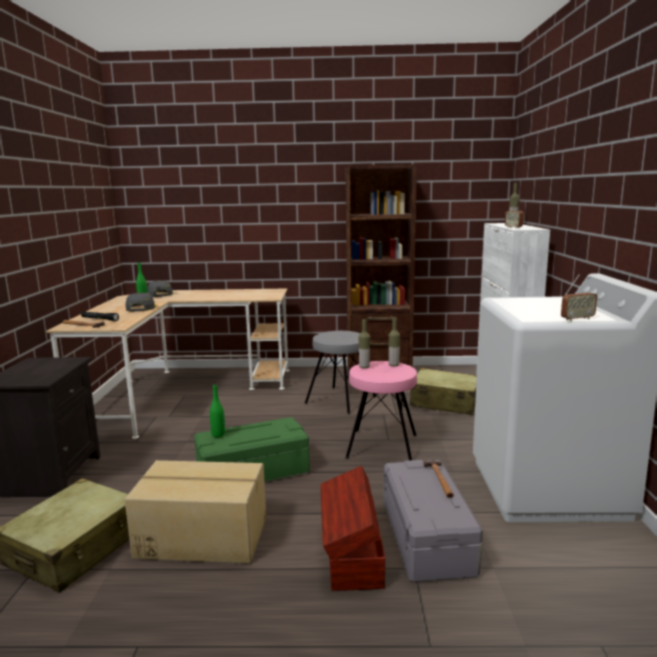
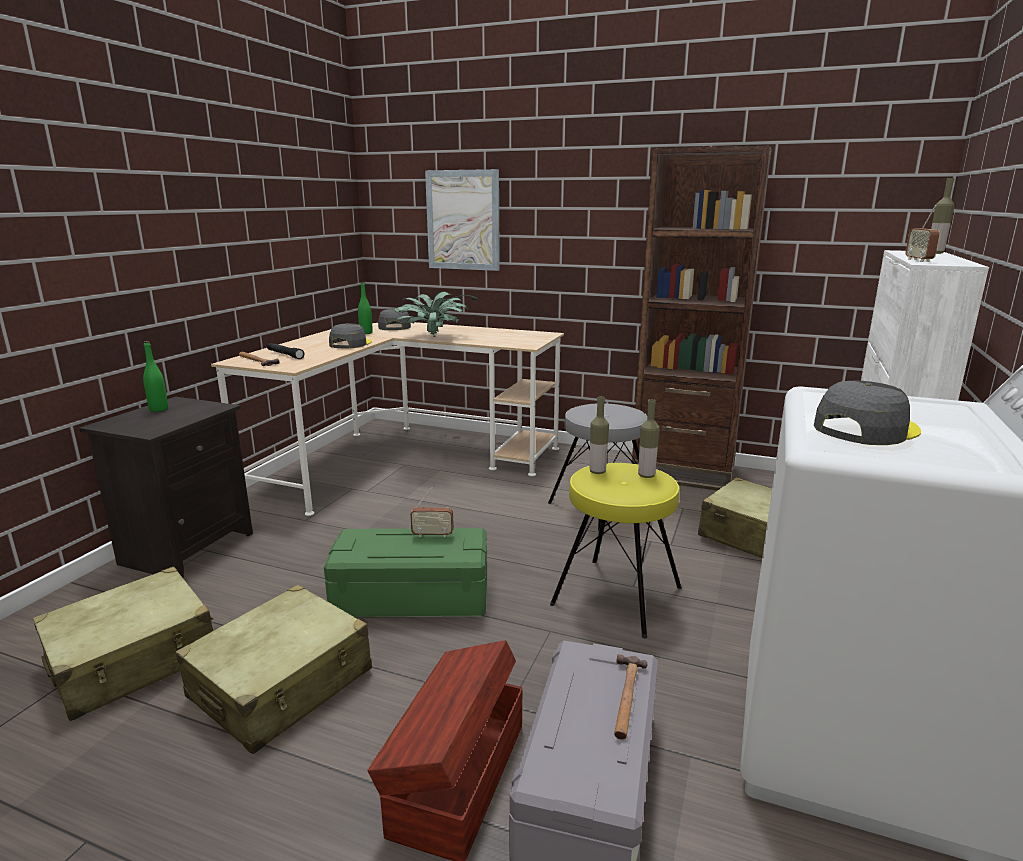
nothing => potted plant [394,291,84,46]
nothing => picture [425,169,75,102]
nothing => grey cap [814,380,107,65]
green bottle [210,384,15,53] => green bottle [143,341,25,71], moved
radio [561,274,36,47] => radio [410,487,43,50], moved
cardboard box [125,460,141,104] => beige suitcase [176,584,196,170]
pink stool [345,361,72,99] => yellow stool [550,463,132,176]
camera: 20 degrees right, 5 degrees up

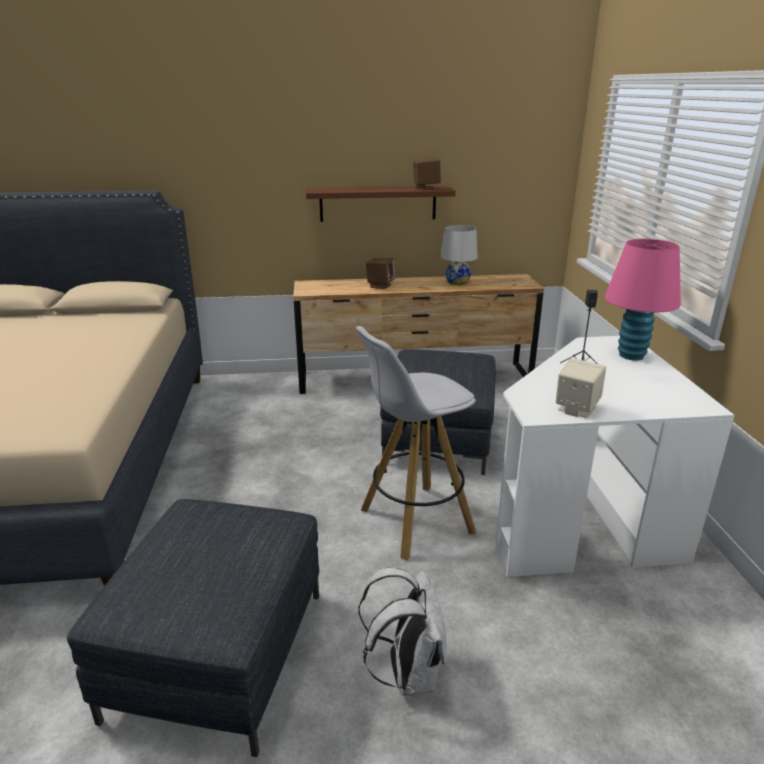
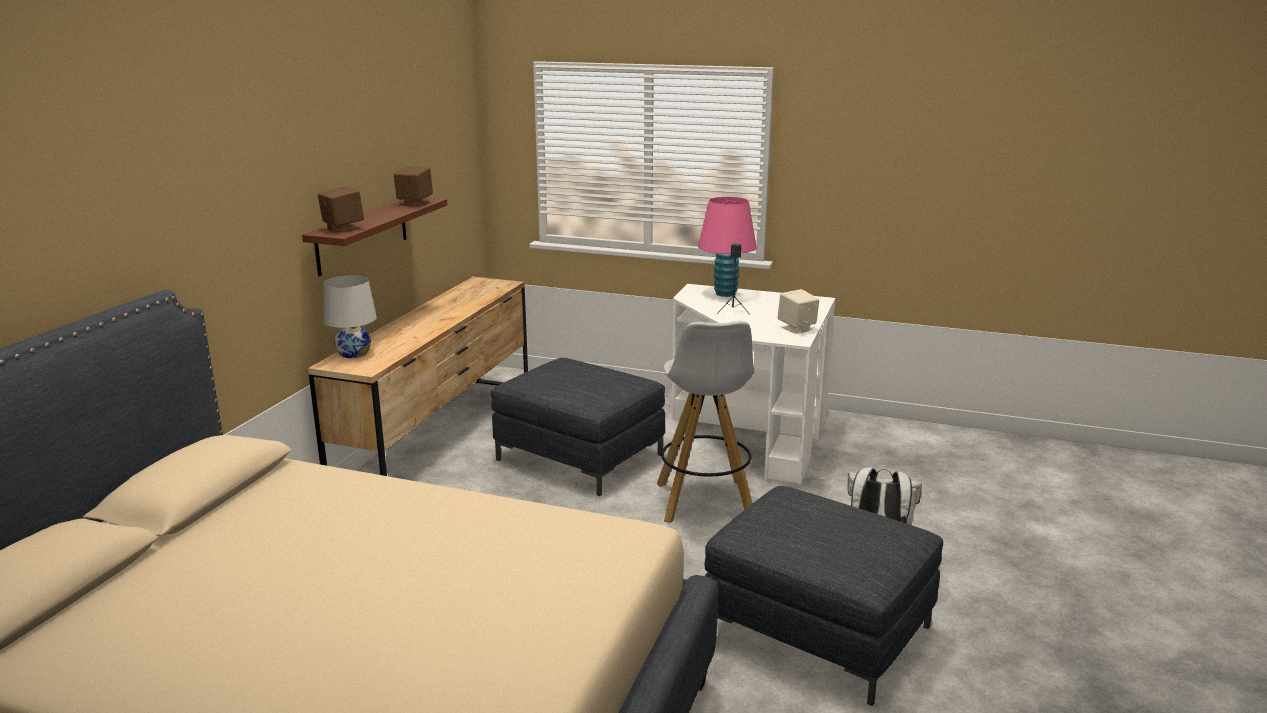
brown speaker [366,258,29,31] => brown speaker [318,186,46,46], moved
white table lamp [440,225,38,60] => white table lamp [323,275,54,83], moved
camera: 65 degrees left, 5 degrees down

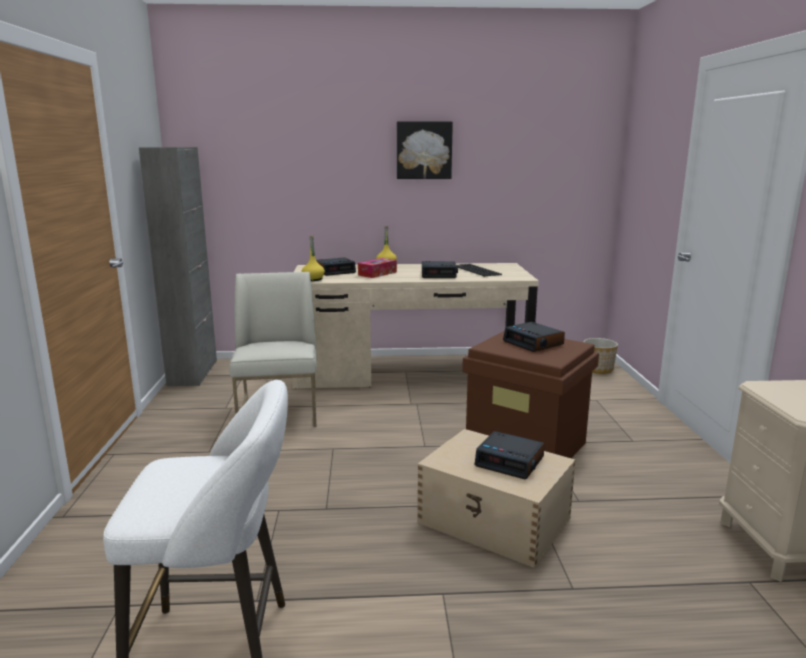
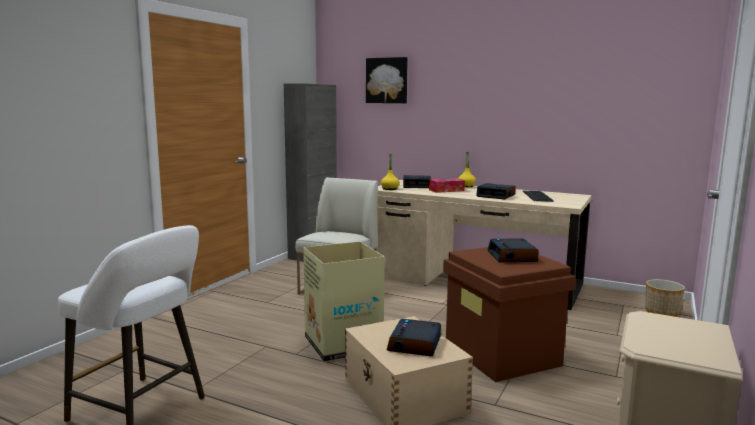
nothing => cardboard box [303,241,82,121]
picture [397,121,56,58] => picture [366,57,42,46], moved
alarm clock [475,431,70,48] => alarm clock [387,318,54,38], 45 degrees clockwise
camera: 30 degrees right, 5 degrees down

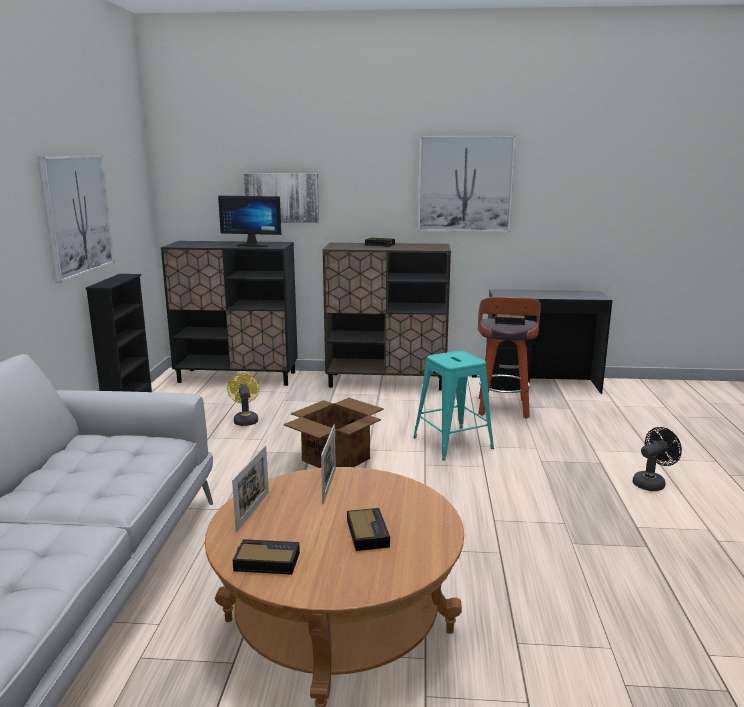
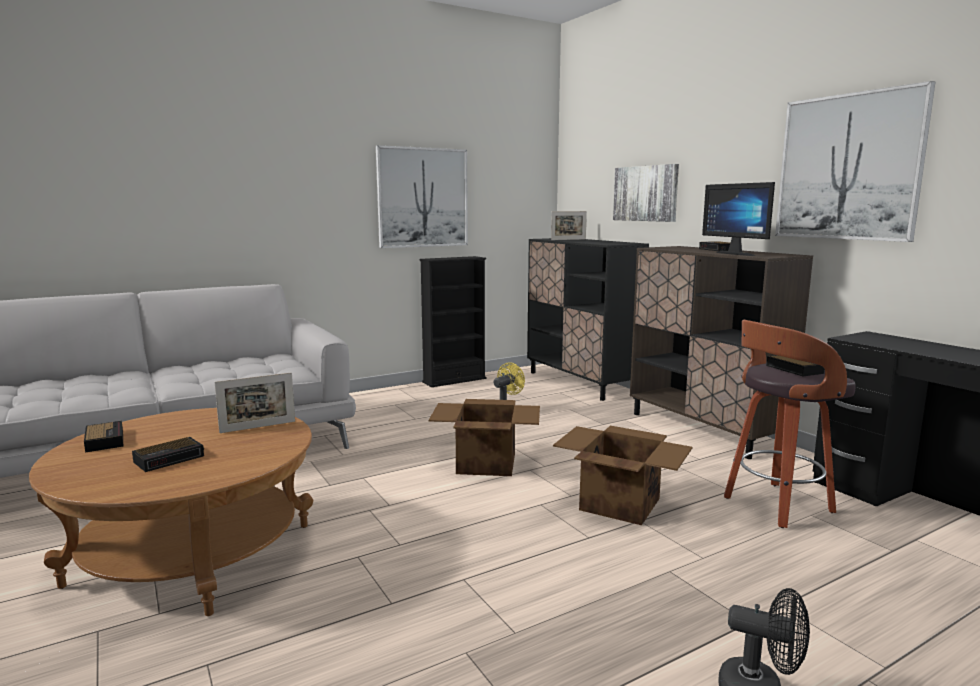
monitor [218,196,63,51] => monitor [702,182,73,74], moved
picture frame [232,445,37,87] => picture frame [551,211,36,29], moved
turquoise stool [413,351,81,109] => cardboard box [553,426,139,99]
camera: 55 degrees right, 5 degrees down

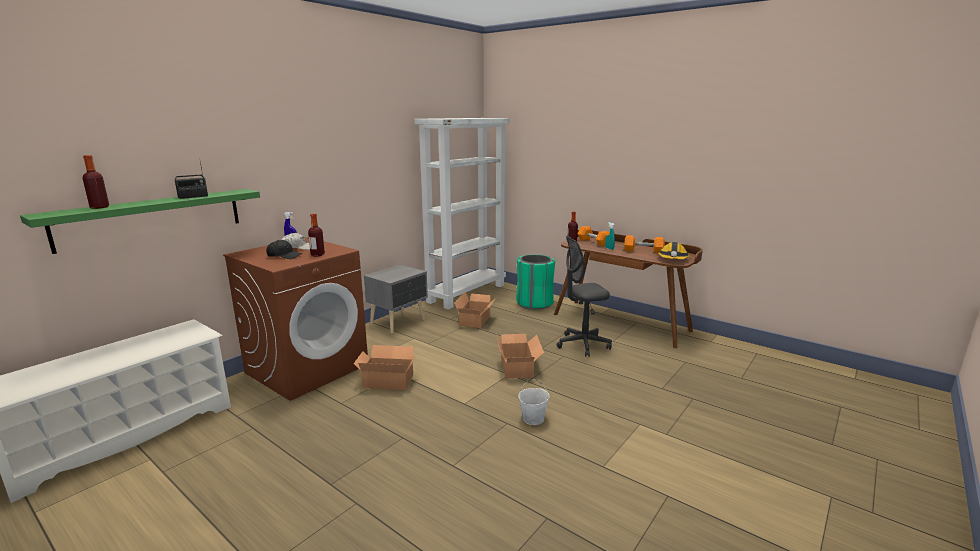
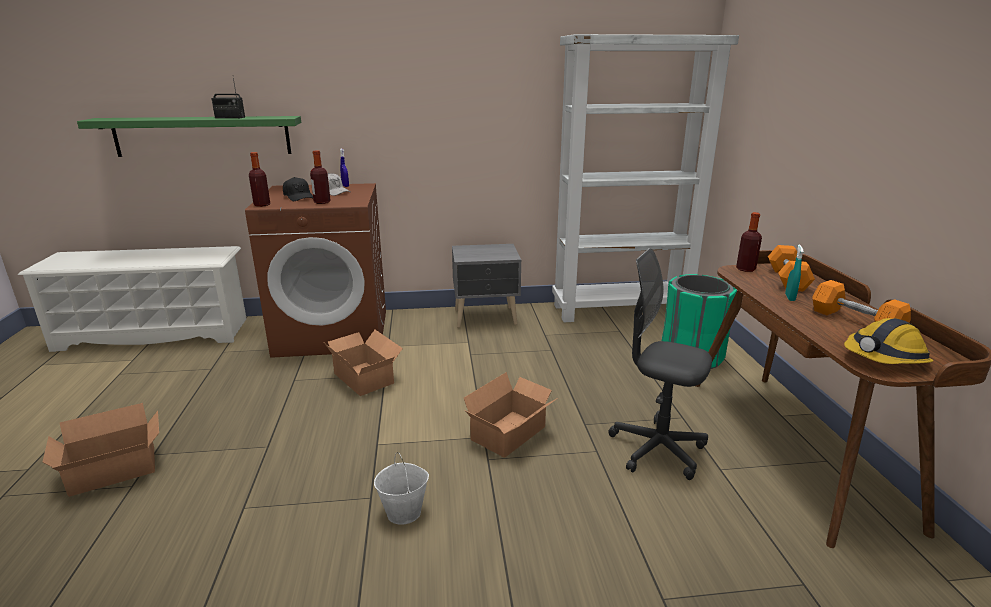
bottle [82,155,27,54] => bottle [249,152,21,55], moved
cardboard box [454,292,43,36] => cardboard box [42,403,117,94], moved
camera: 45 degrees right, 5 degrees up

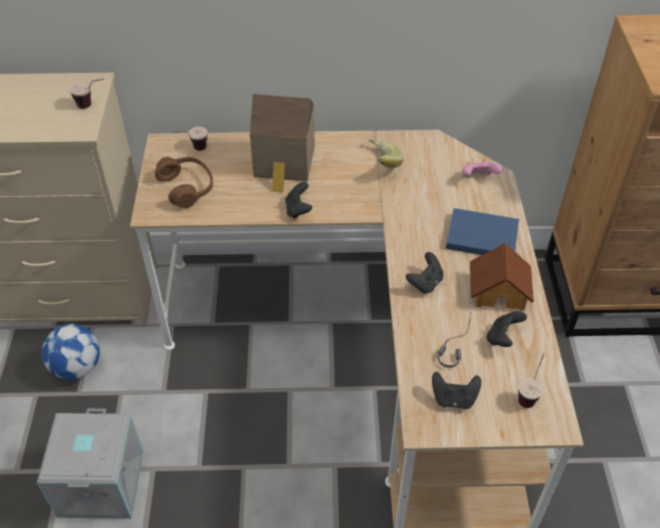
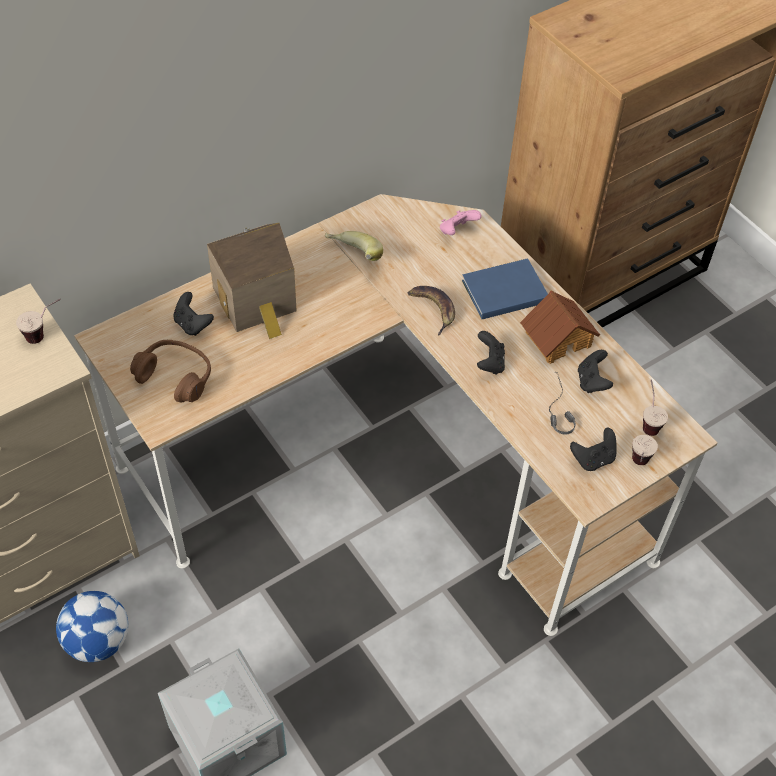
nothing => banana [407,286,48,50]
cup [174,127,34,24] => cup [632,435,26,30], moved
black game controller [285,182,27,37] => black game controller [173,292,41,44], moved
camera: 35 degrees left, 5 degrees up

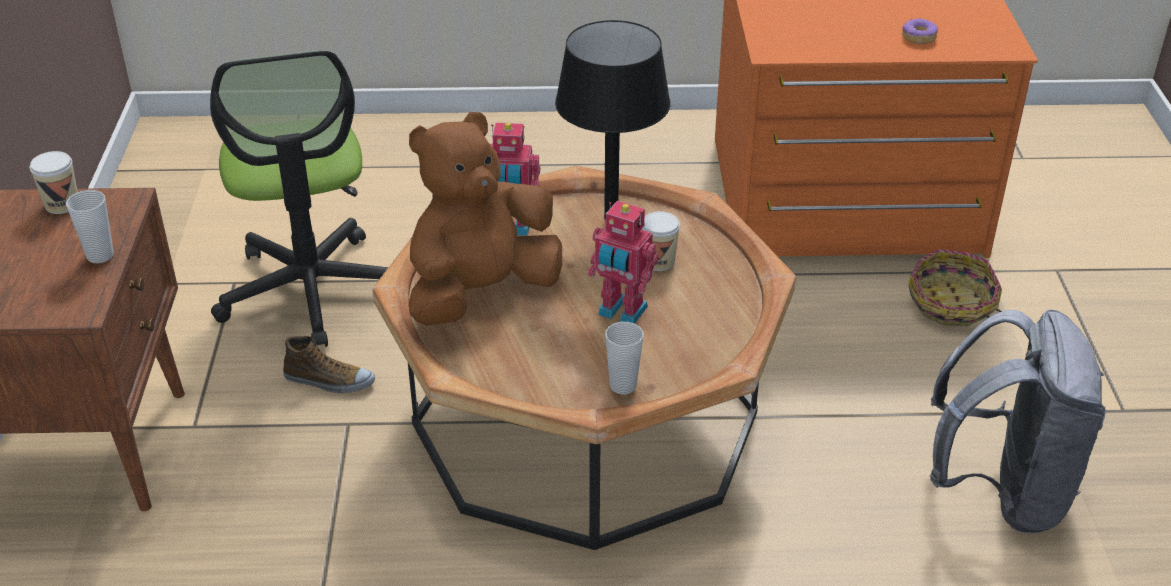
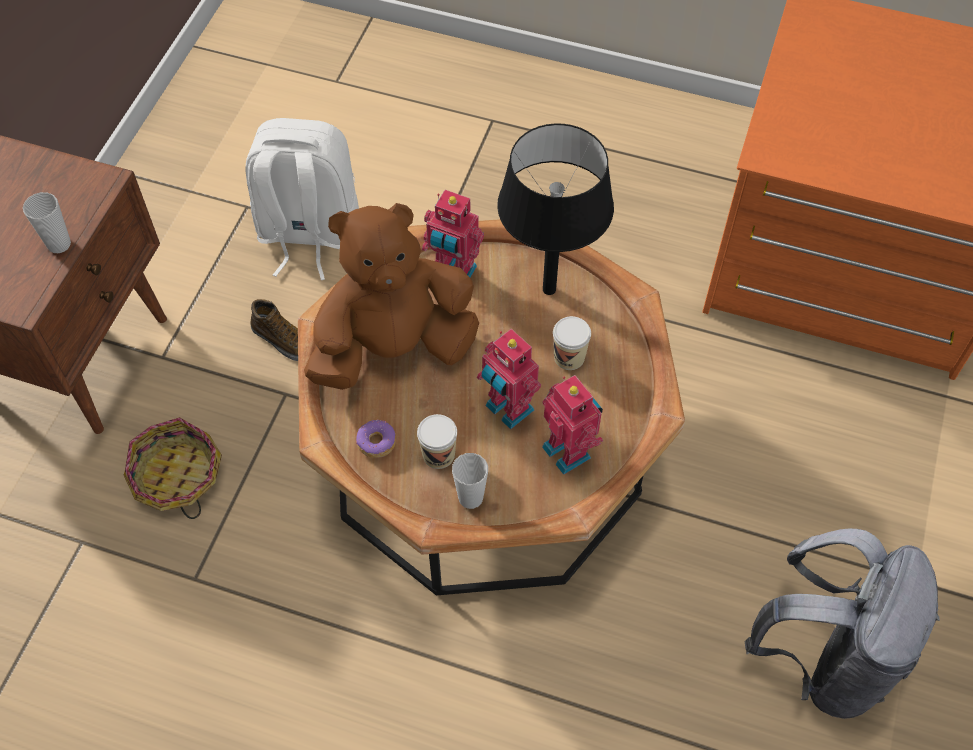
nothing => toy robot [542,375,61,100]
cup [30,151,48,63] => cup [417,414,40,55], moved
donut [902,18,36,26] => donut [356,419,40,39], moved
basket [909,249,93,77] => basket [124,417,98,102], moved
office chair [210,50,178,297] => white backpack [245,118,114,162]
camera: 20 degrees right, 20 degrees up

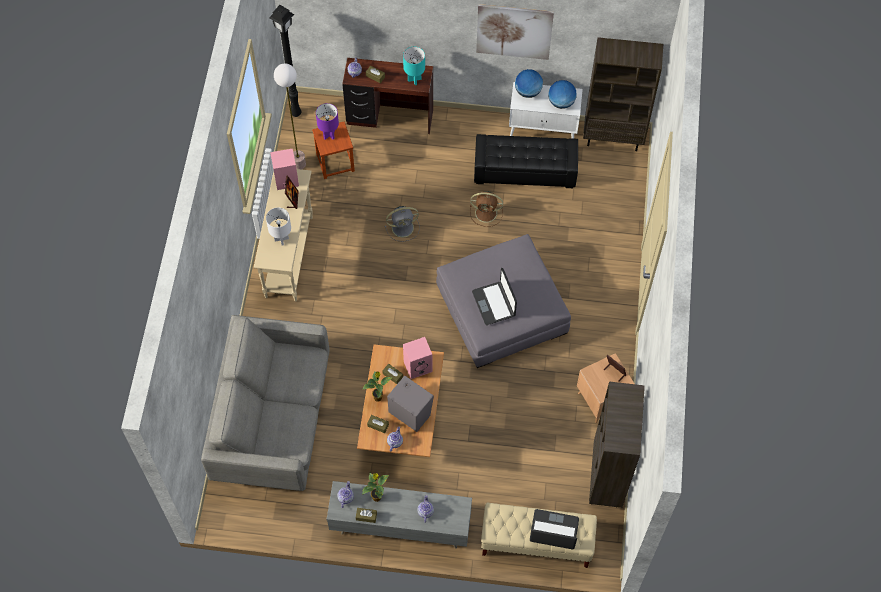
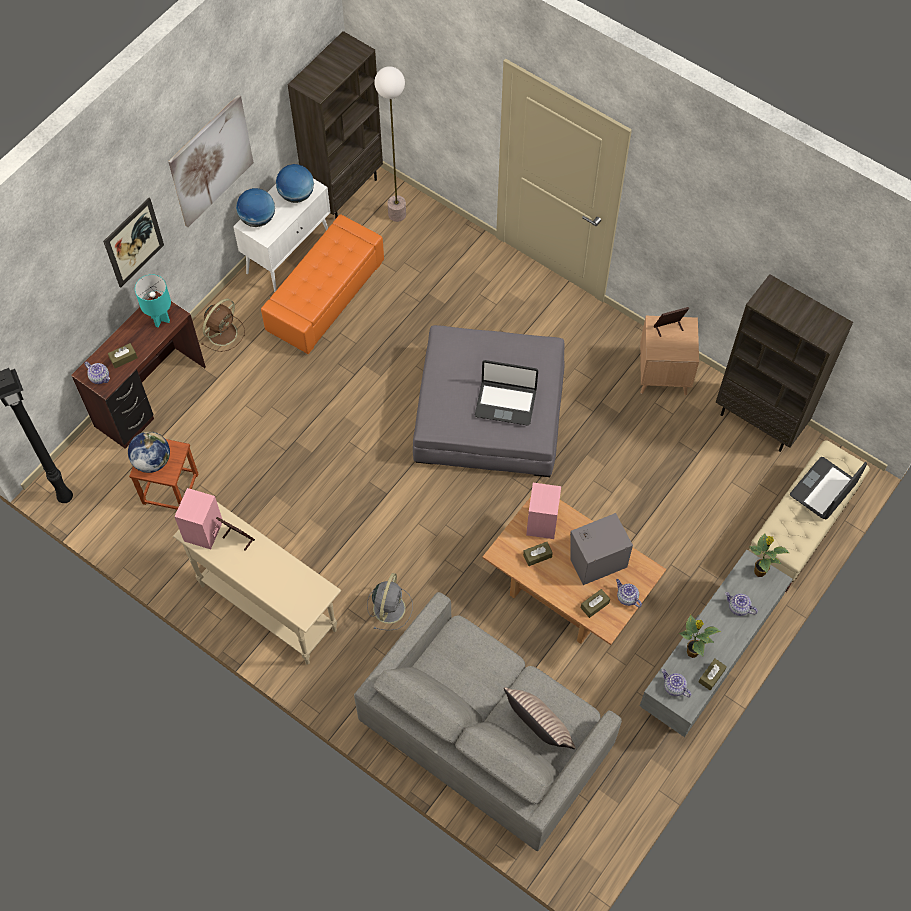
white table lamp [266,208,25,38] => nothing
nothing => picture [103,197,61,91]
nothing => pillow [504,687,72,62]
floor lamp [274,64,32,105] => floor lamp [374,66,32,156], moved
potted plant [362,371,30,31] => potted plant [749,533,40,44], moved
grey fan [385,206,35,36] => grey fan [367,573,46,58], moved
brown fan [470,191,33,36] => brown fan [202,299,43,53], moved
purple table lamp [316,103,23,37] => globe [128,431,42,42]
black ottoman [474,134,104,54] => orange ottoman [261,214,123,140]
camera: 60 degrees left, 0 degrees up

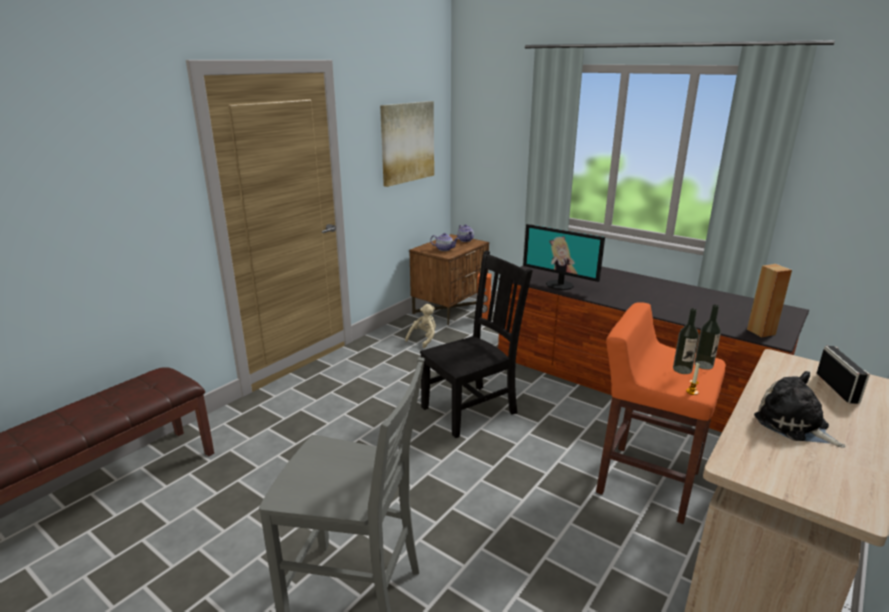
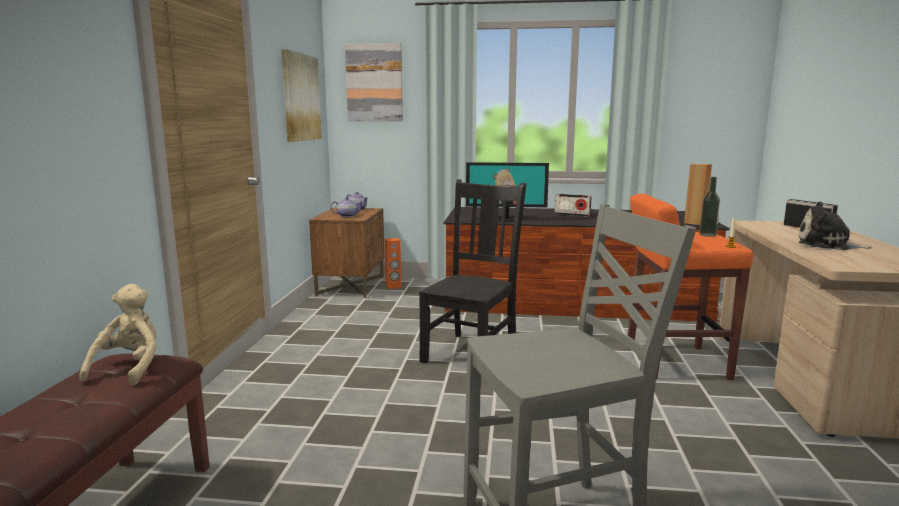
bottle [673,308,26,66] => nothing
nothing => picture [345,43,58,78]
nothing => radio [554,194,38,23]
beige plush toy [405,304,31,44] => beige plush toy [79,284,78,101], moved
camera: 30 degrees left, 10 degrees down

